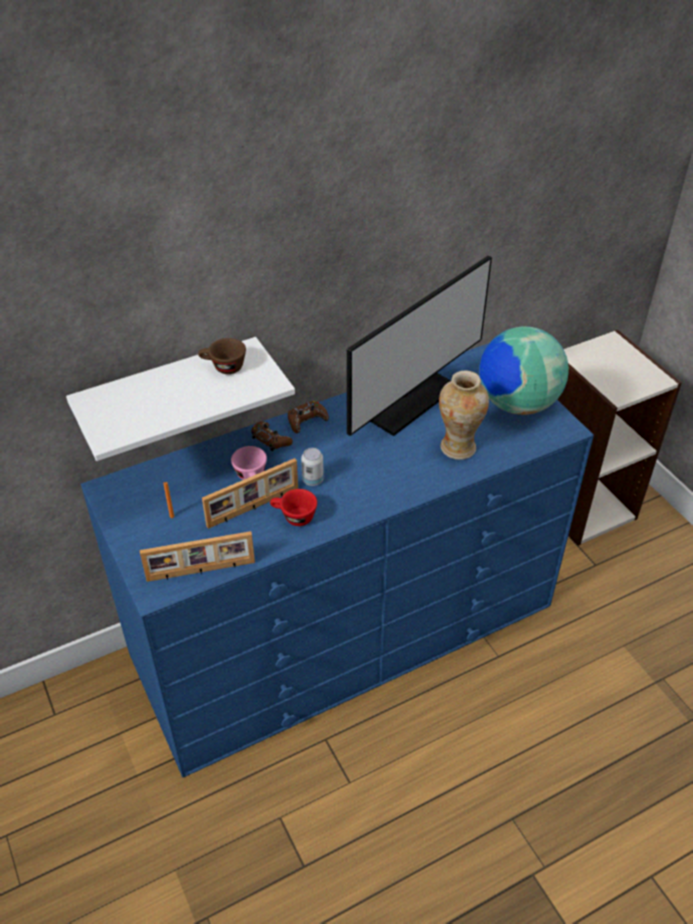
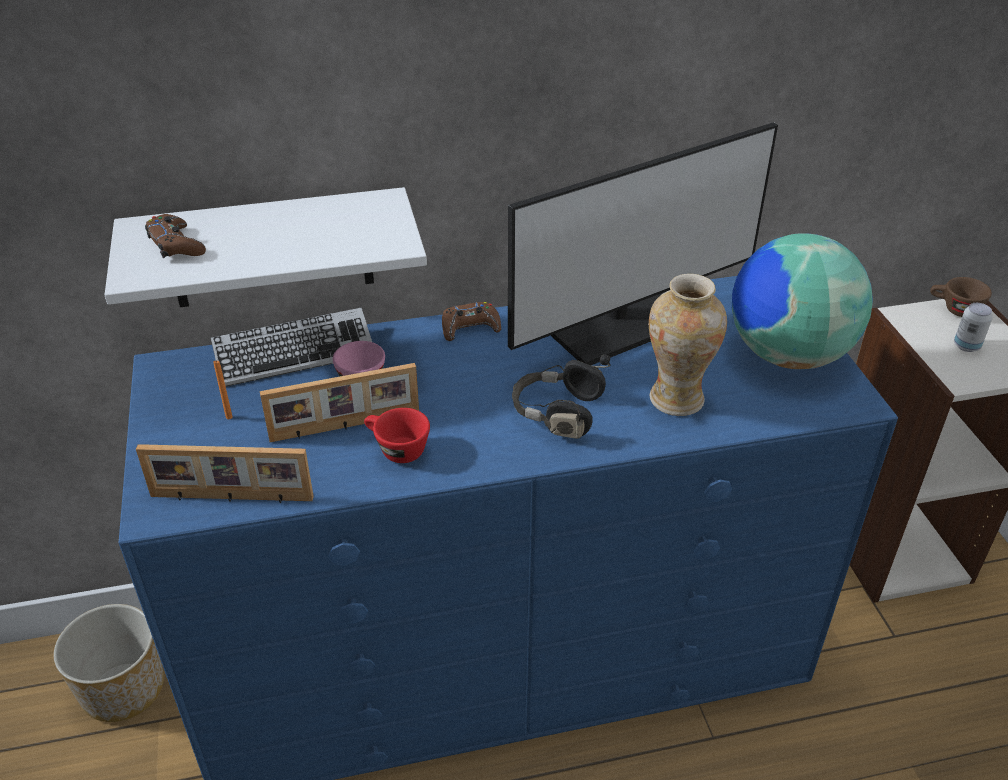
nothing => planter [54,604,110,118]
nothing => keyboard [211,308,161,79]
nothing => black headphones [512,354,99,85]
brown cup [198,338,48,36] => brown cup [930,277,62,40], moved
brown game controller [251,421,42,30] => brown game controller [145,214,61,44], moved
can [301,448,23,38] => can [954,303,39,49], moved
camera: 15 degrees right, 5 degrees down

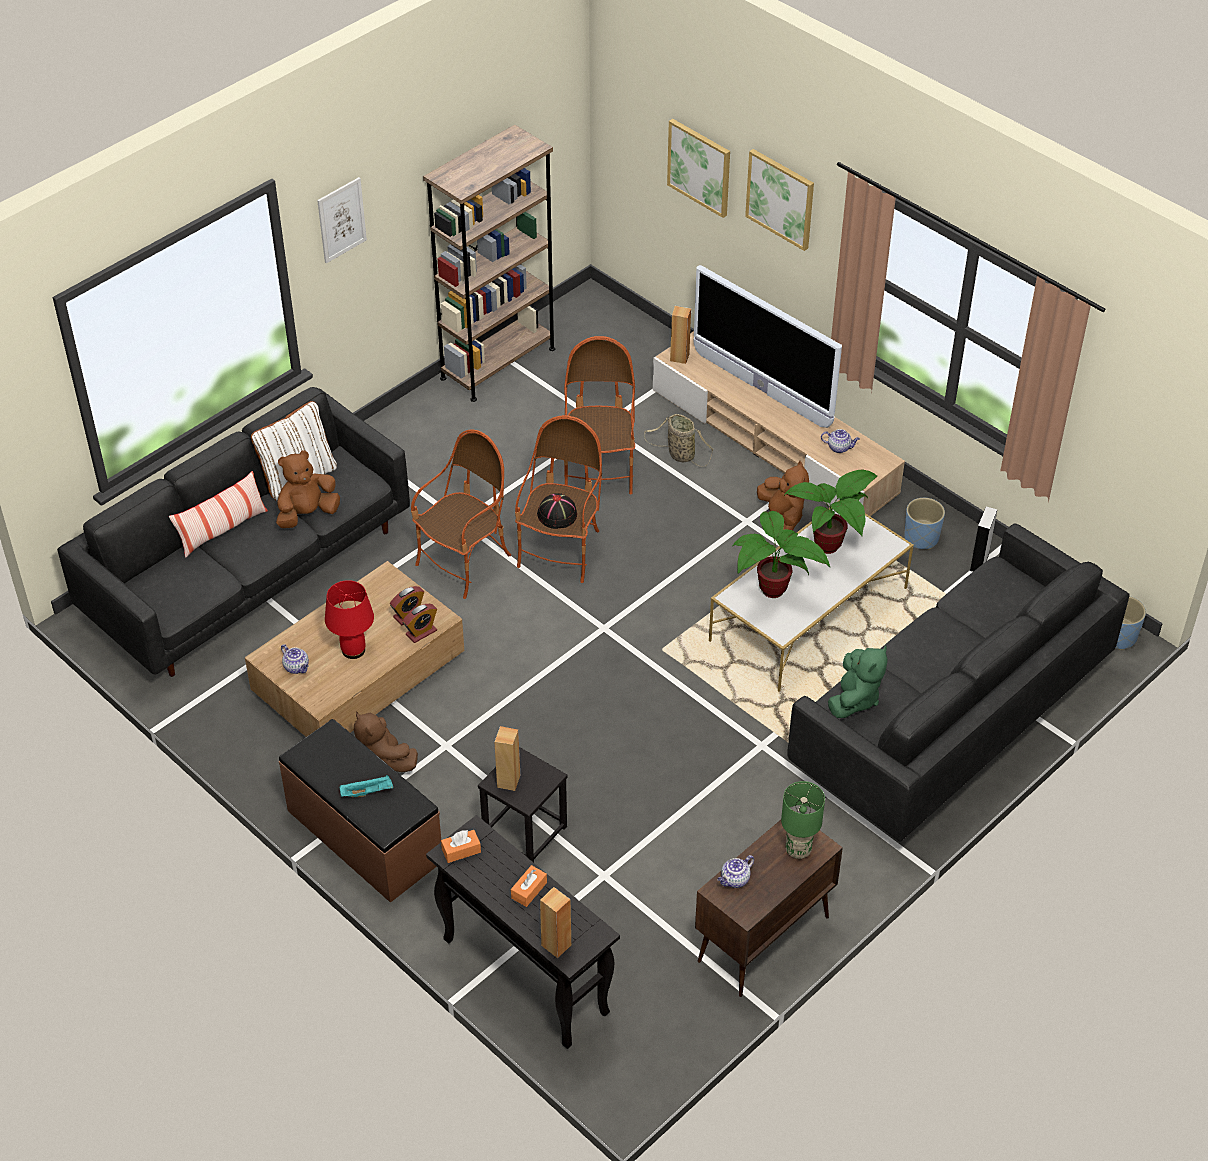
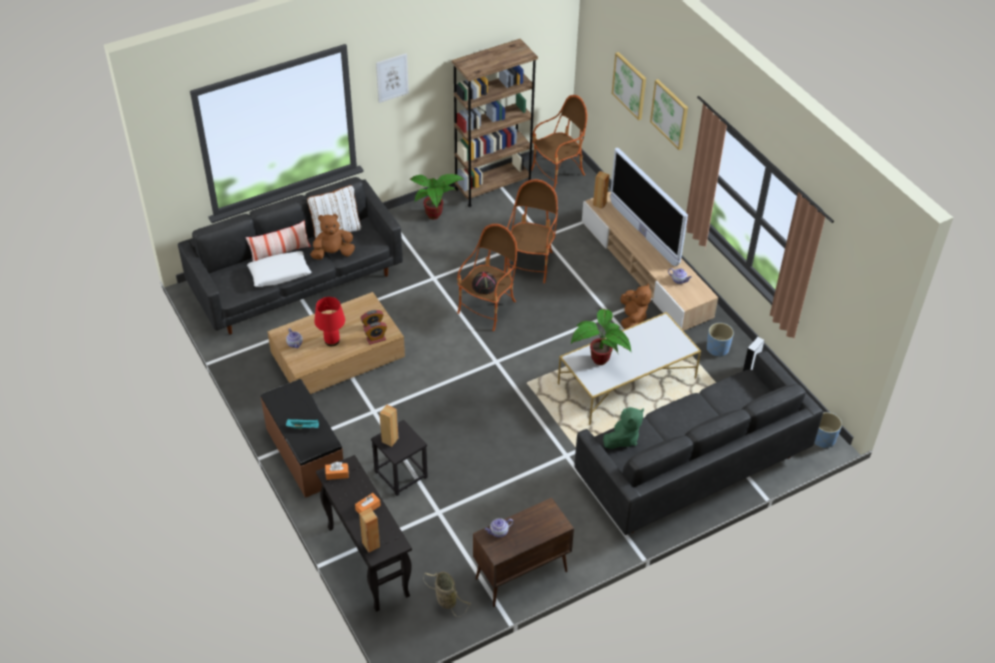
brown plush toy [354,711,64,61] => nothing
green table lamp [781,781,44,78] => nothing
nothing => white pillow [247,251,64,36]
armchair [411,430,100,169] => armchair [531,95,56,94], moved
basket [644,414,69,53] => basket [423,572,48,45], moved
potted plant [784,470,93,84] => potted plant [409,174,55,46], moved
camera: 15 degrees right, 0 degrees up

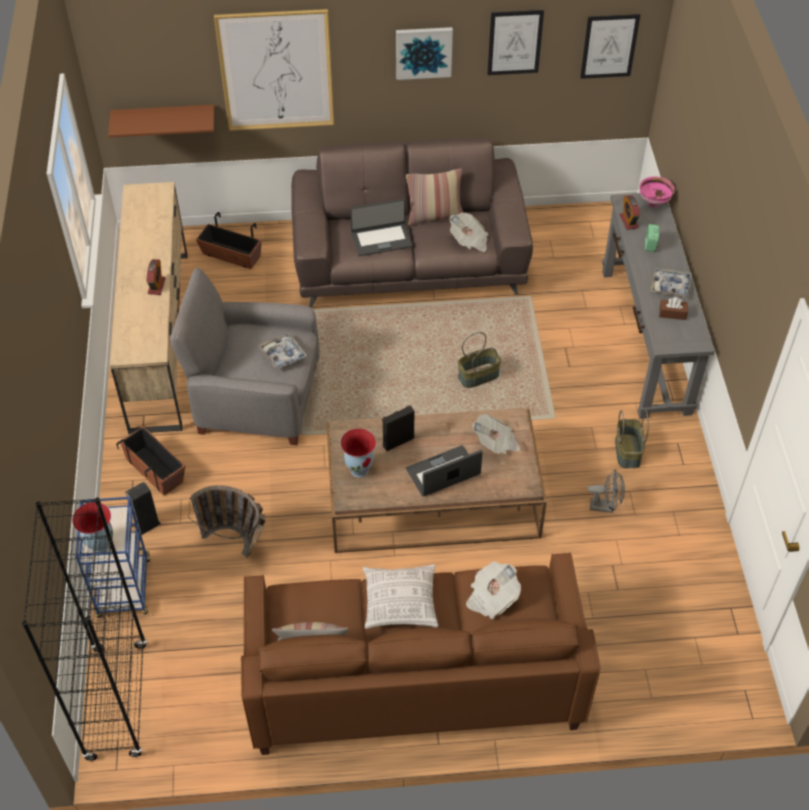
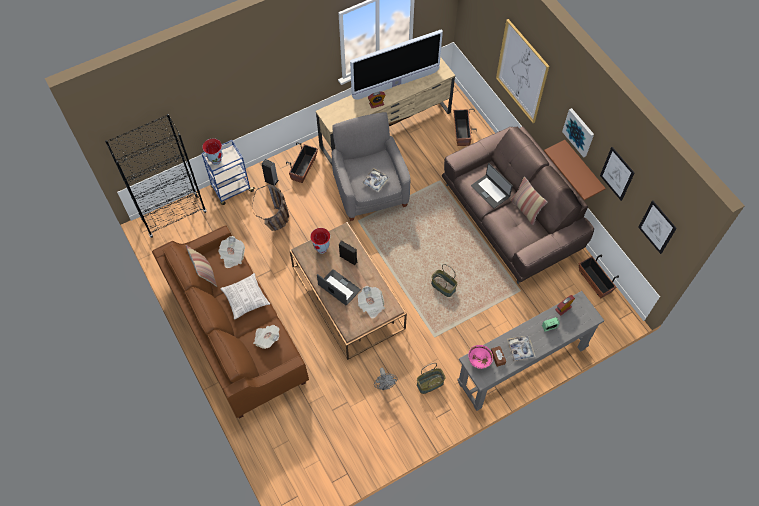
nothing => television [350,30,93,70]
nothing => planter [579,254,40,44]
brown shelf [108,104,106,34] => brown shelf [544,140,62,60], moved
newspaper [450,213,38,39] => newspaper [218,236,27,32], moved
pink bowl [640,176,35,31] => pink bowl [468,345,25,24], moved
camera: 65 degrees right, 10 degrees up

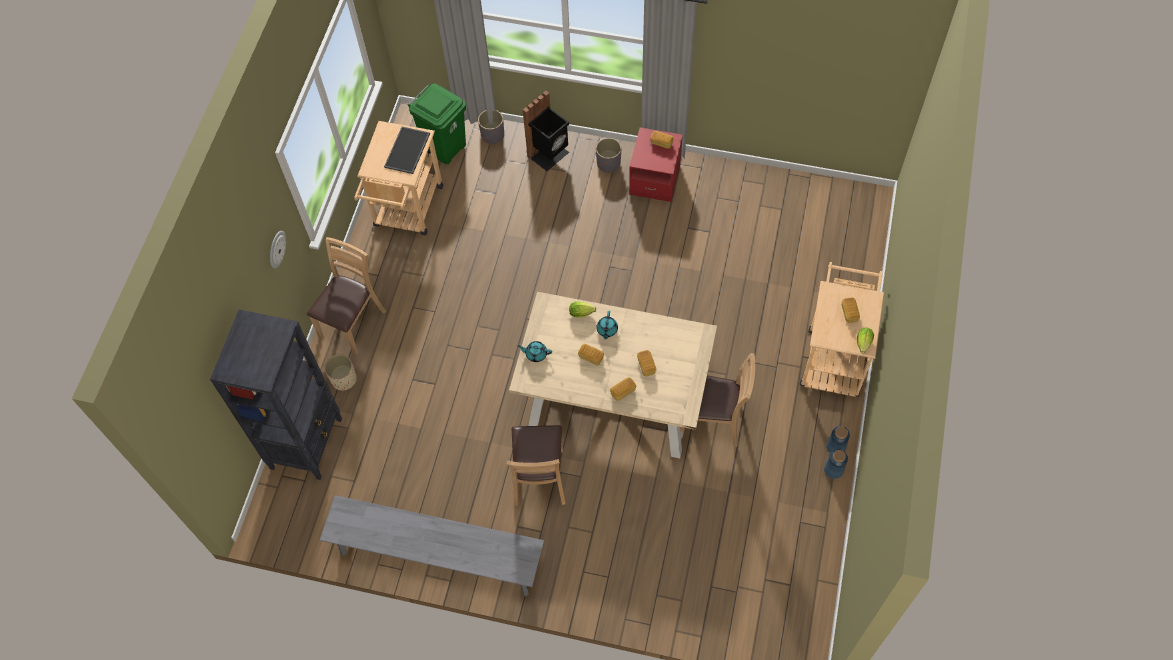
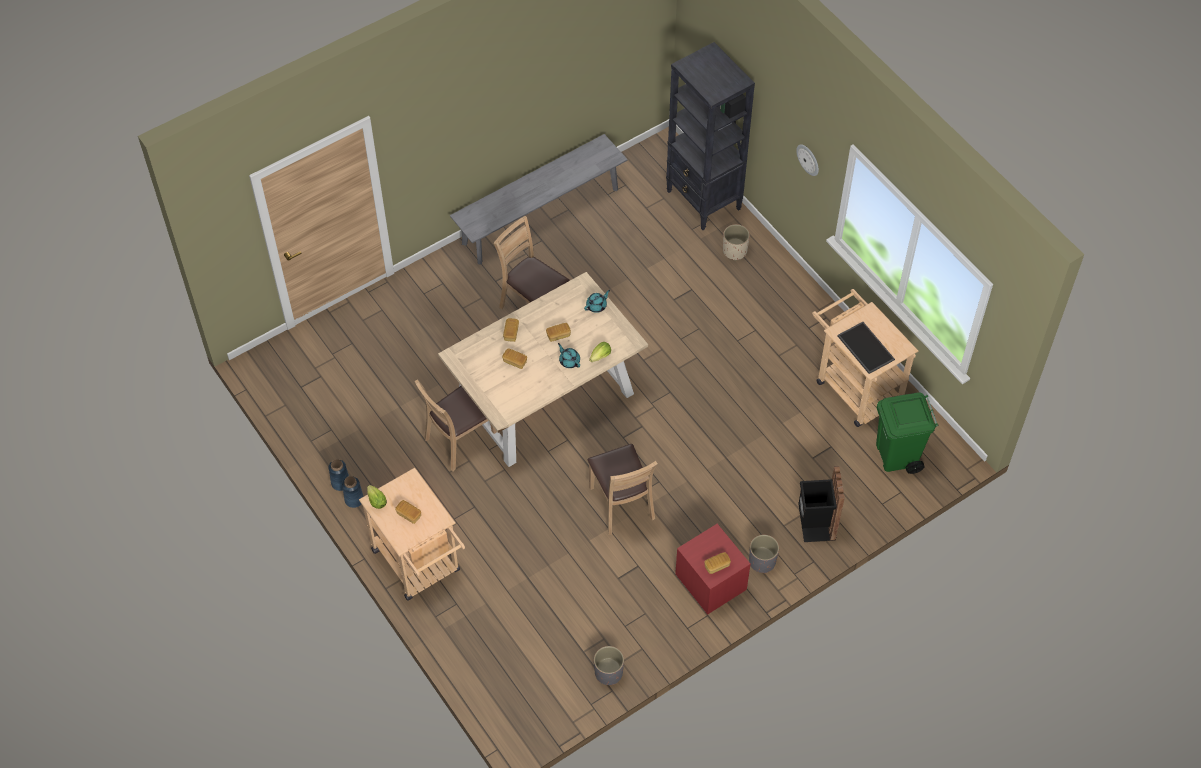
brown chair [307,237,79,118] => brown chair [588,444,70,91], moved
grey planter [478,110,26,34] => grey planter [594,646,30,39], moved
camera: 130 degrees right, 5 degrees down

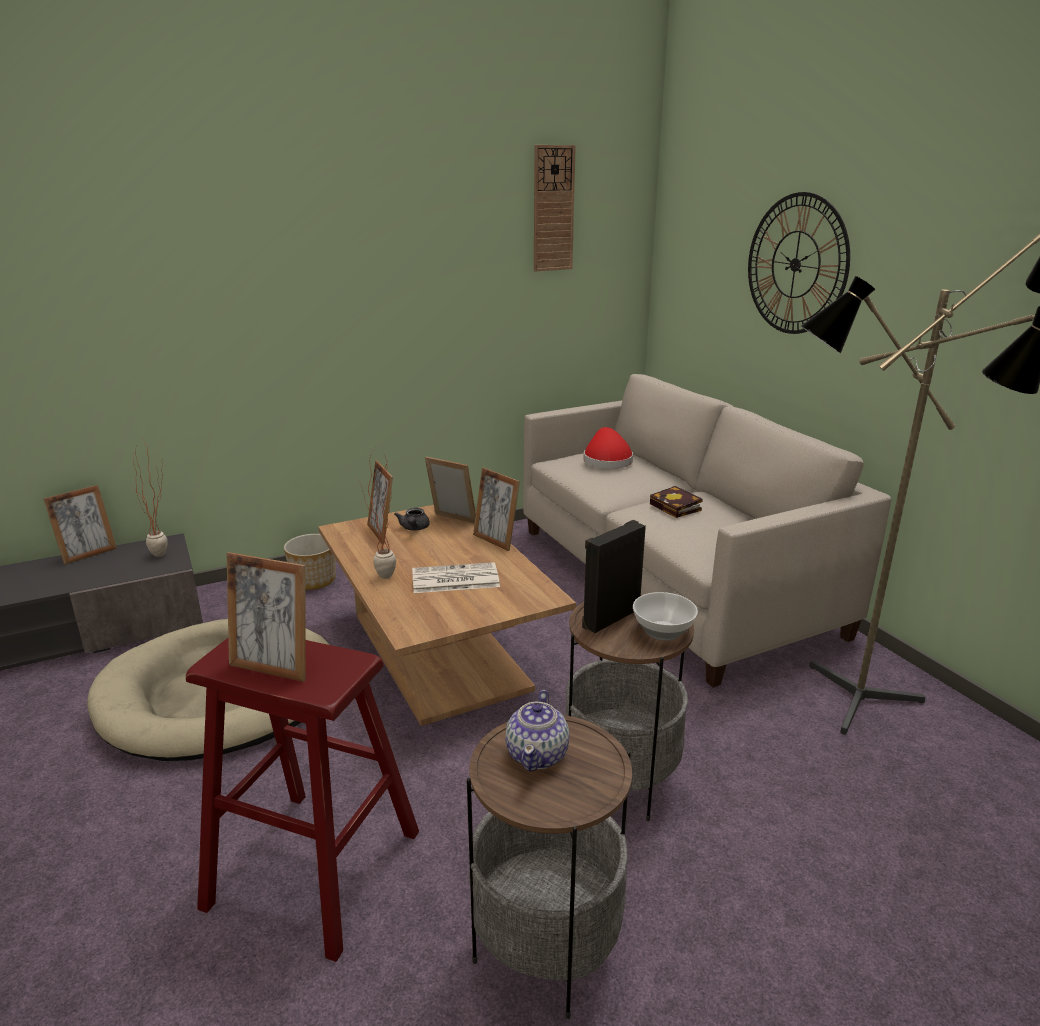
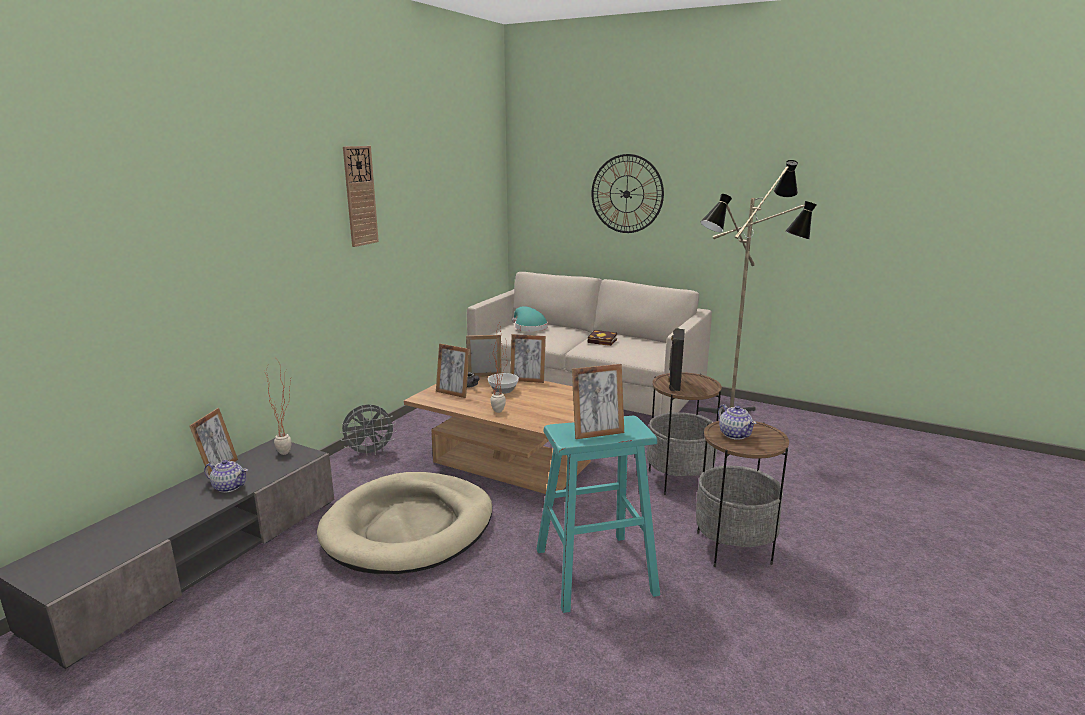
newspaper [412,562,88,31] => nothing
nothing => teapot [204,460,44,33]
wall clock [534,145,42,126] => wall clock [343,146,36,101], moved
bowl [633,592,65,49] => bowl [488,373,31,21], moved
planter [284,534,52,56] => grey fan [340,404,57,53]
red stool [186,638,233,324] => turquoise stool [537,416,123,197]
red hat [584,427,49,42] => turquoise hat [512,306,36,25]
camera: 35 degrees left, 5 degrees down

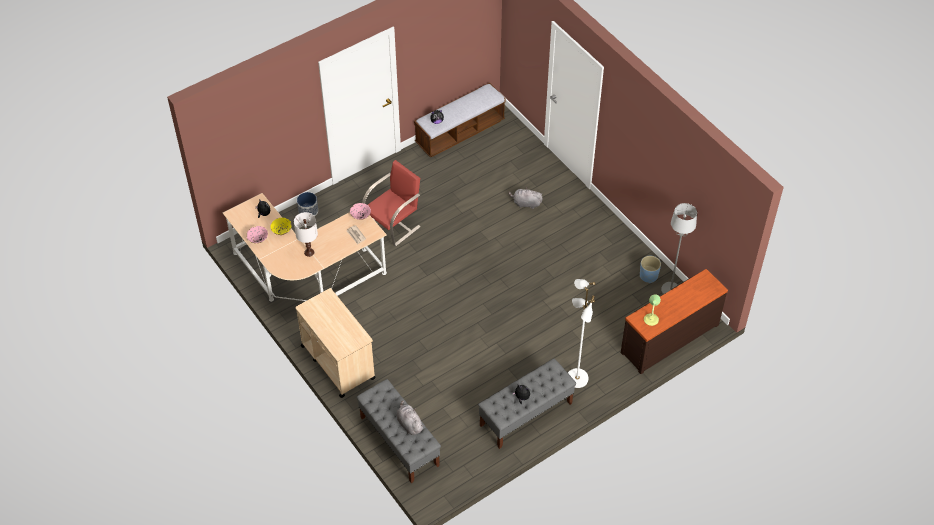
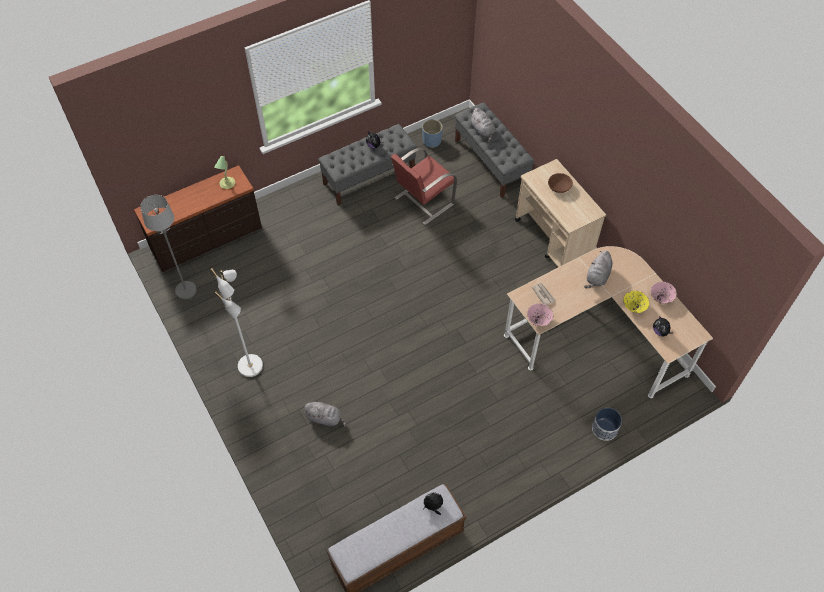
nothing => brown bowl [548,173,25,20]
red chair [362,160,59,87] => red chair [391,148,66,77], moved
white floor lamp [568,279,27,109] => white floor lamp [210,268,53,109], moved
blue planter [640,256,21,27] => blue planter [422,119,21,29], moved
white table lamp [294,212,24,45] => grey plush toy [584,251,28,37]
camera: 175 degrees left, 5 degrees up

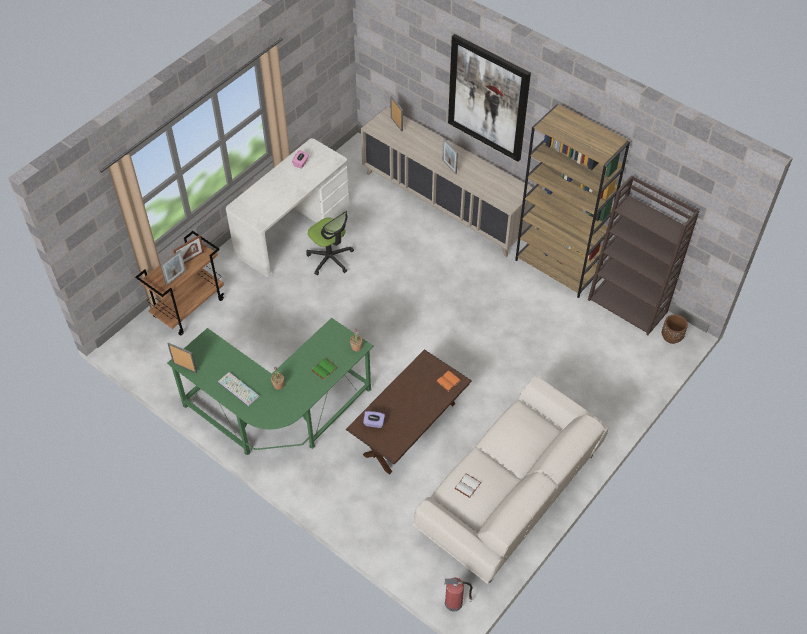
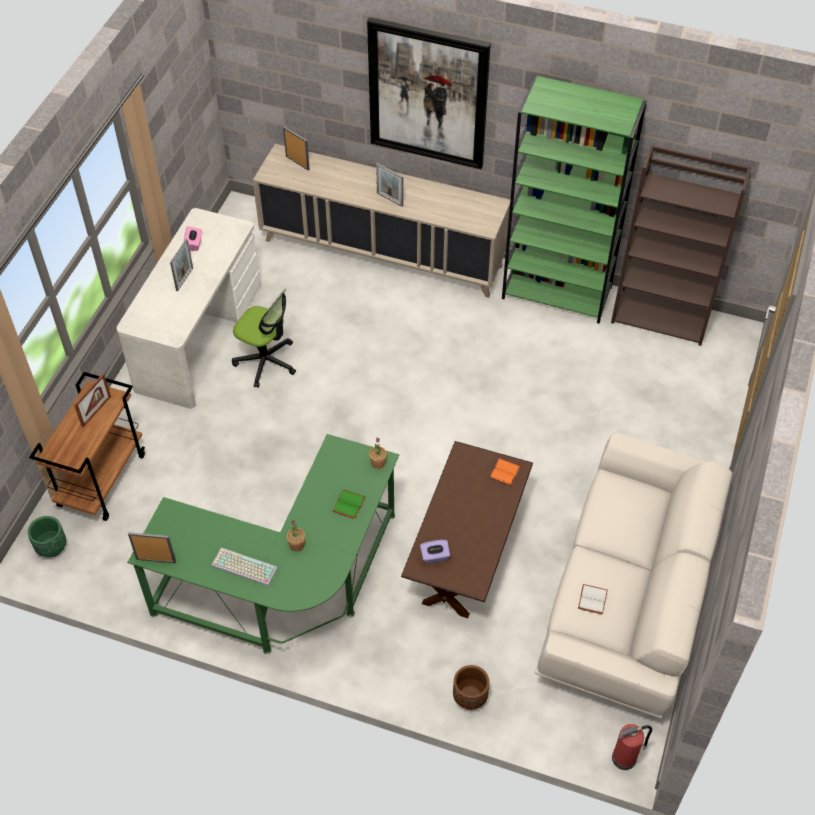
nothing => green planter [28,516,38,41]
picture frame [160,250,26,36] => picture frame [170,239,23,52], moved
brown planter [662,314,26,30] => brown planter [453,665,36,45], moved
brown bookcase [515,104,115,194] => green bookcase [502,76,144,247]
camera: 20 degrees left, 0 degrees up

